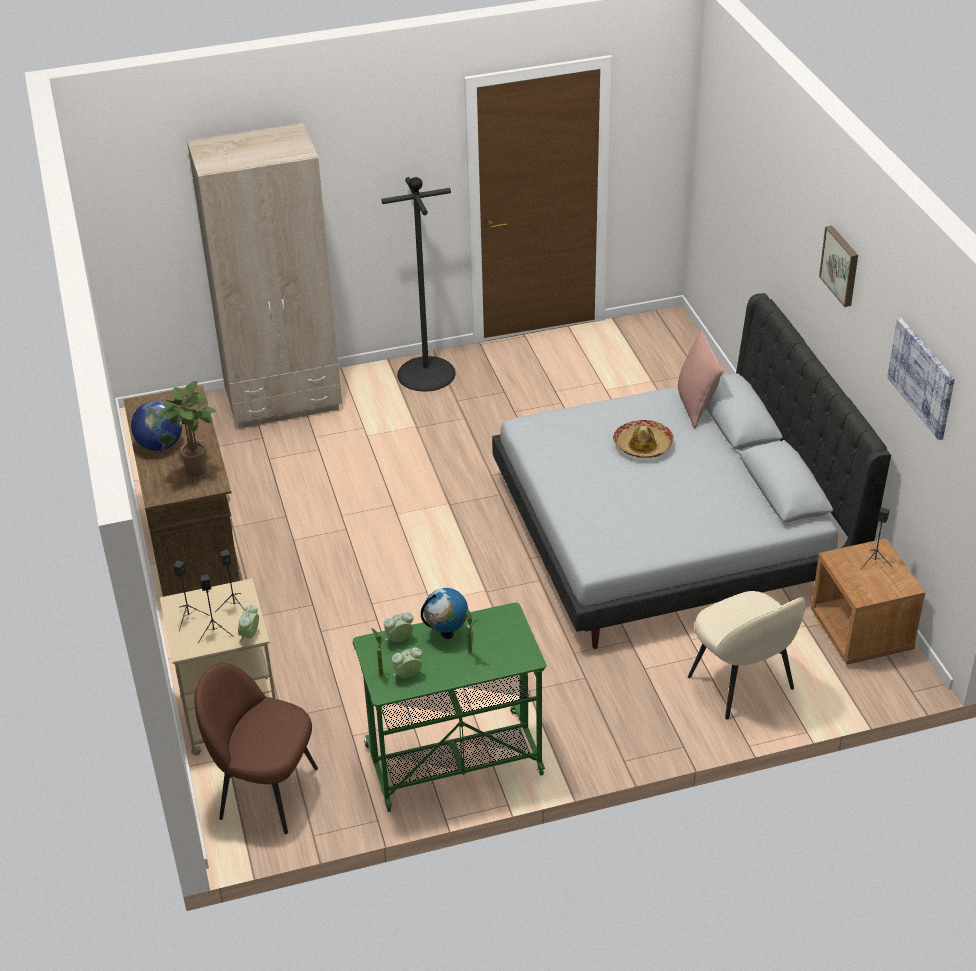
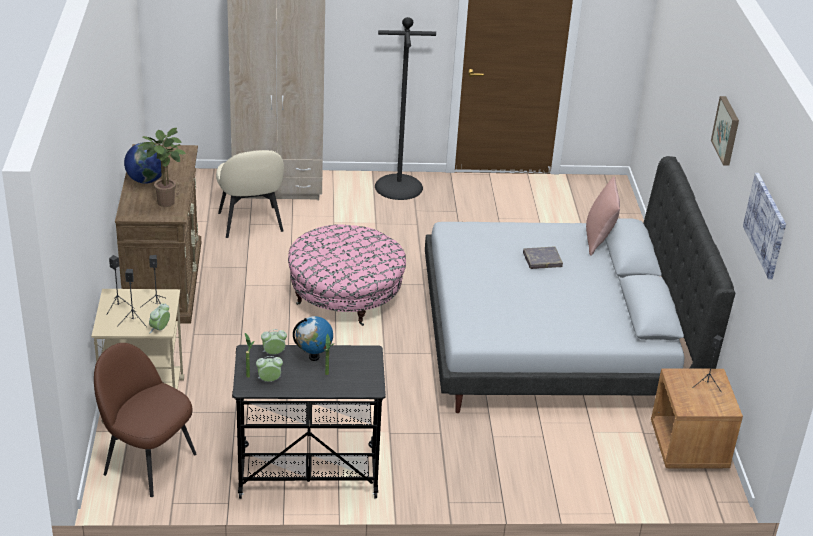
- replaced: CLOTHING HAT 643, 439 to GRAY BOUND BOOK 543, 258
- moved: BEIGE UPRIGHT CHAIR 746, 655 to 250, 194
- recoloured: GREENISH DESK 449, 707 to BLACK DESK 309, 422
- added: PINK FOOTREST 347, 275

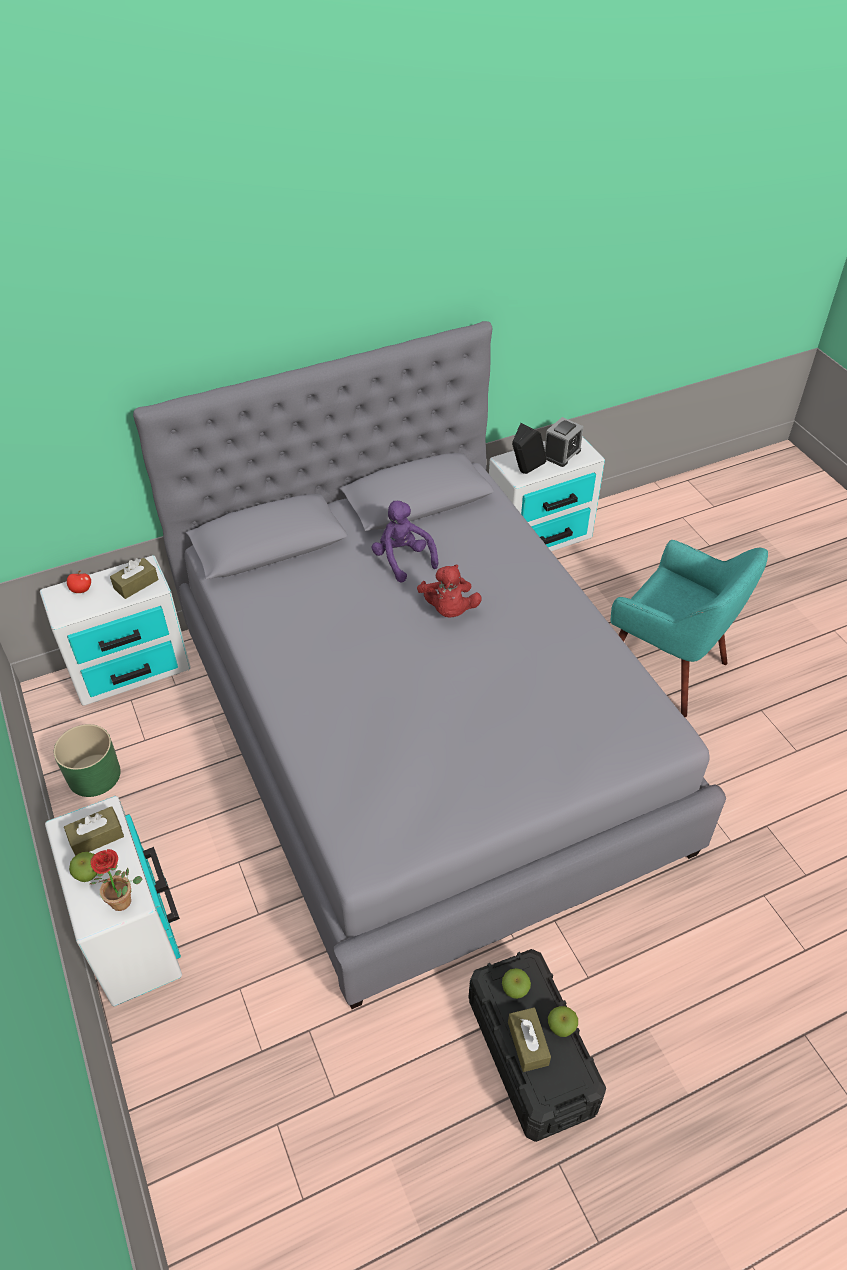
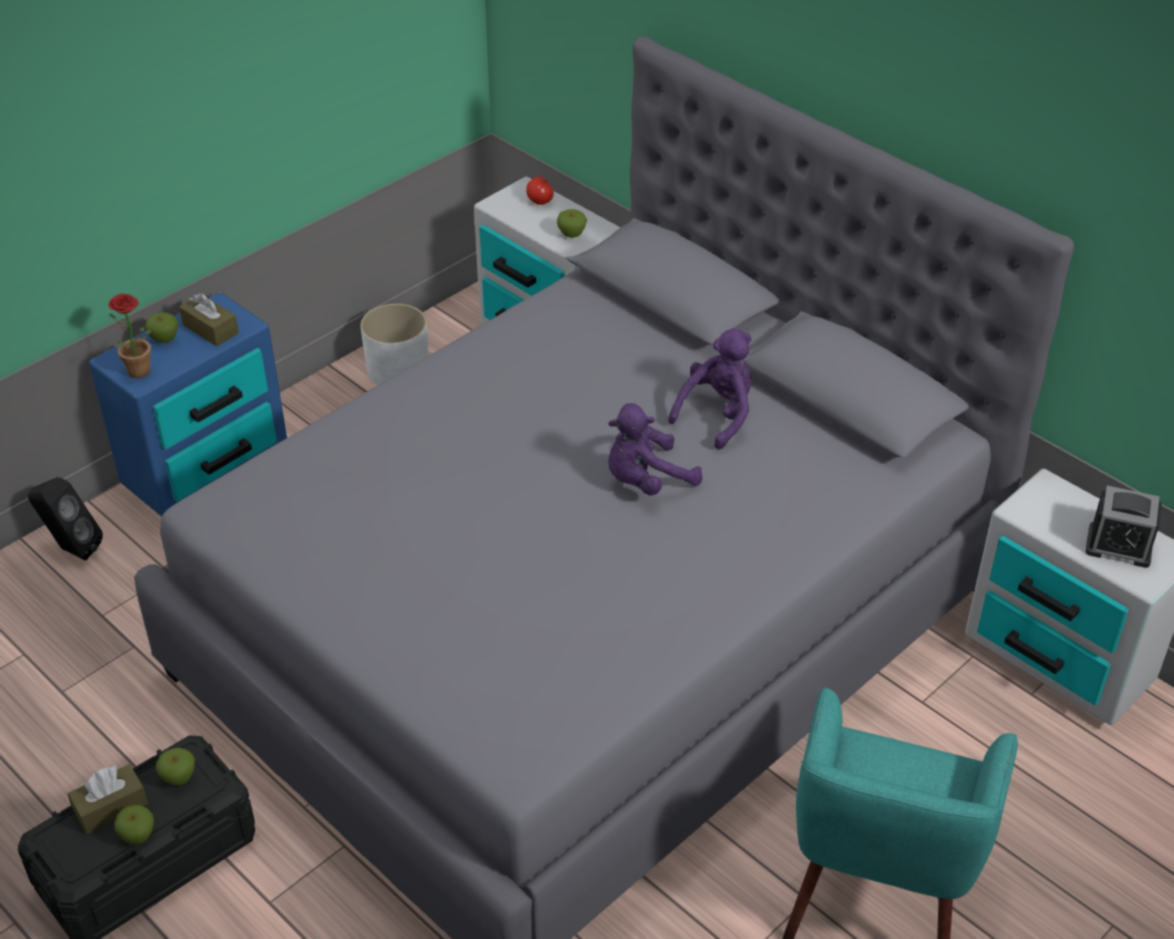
- moved: BLACK LOUDSPEAKER 529, 448 to 65, 518
- replaced: BROWN TISSUE HOLDER 134, 578 to APPLE 572, 223
- recoloured: RED-COLOURED PLUSH TOY 449, 591 to PURPLE PLUSH TOY 655, 449
- recoloured: GREENISH FLOWER POT 87, 760 to WHITISH FLOWER POT 395, 344
- recoloured: WHITISH NIGHTSTAND 113, 901 to BLUISH NIGHTSTAND 188, 404

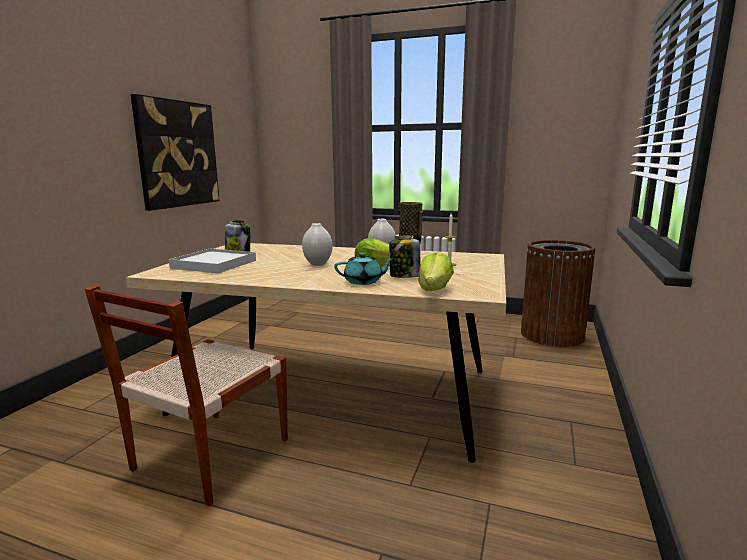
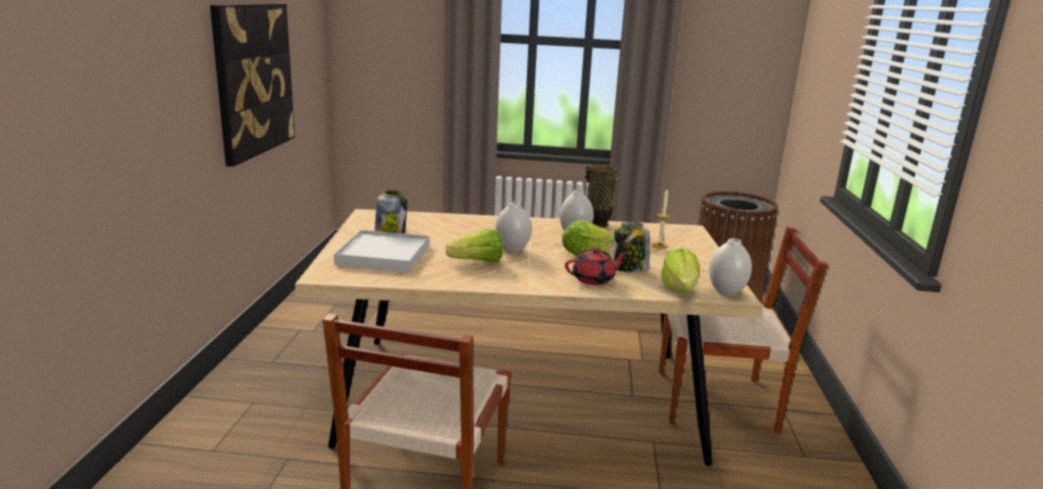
- recoloured: BLUE-GREEN POT FOR TEA 364, 269 to RED-COLOURED POT FOR TEA 596, 266
- added: UPRIGHT CHAIR 743, 330
- added: LETTUCE 474, 246
- added: WHITISH DECORATIVE VASE 730, 267

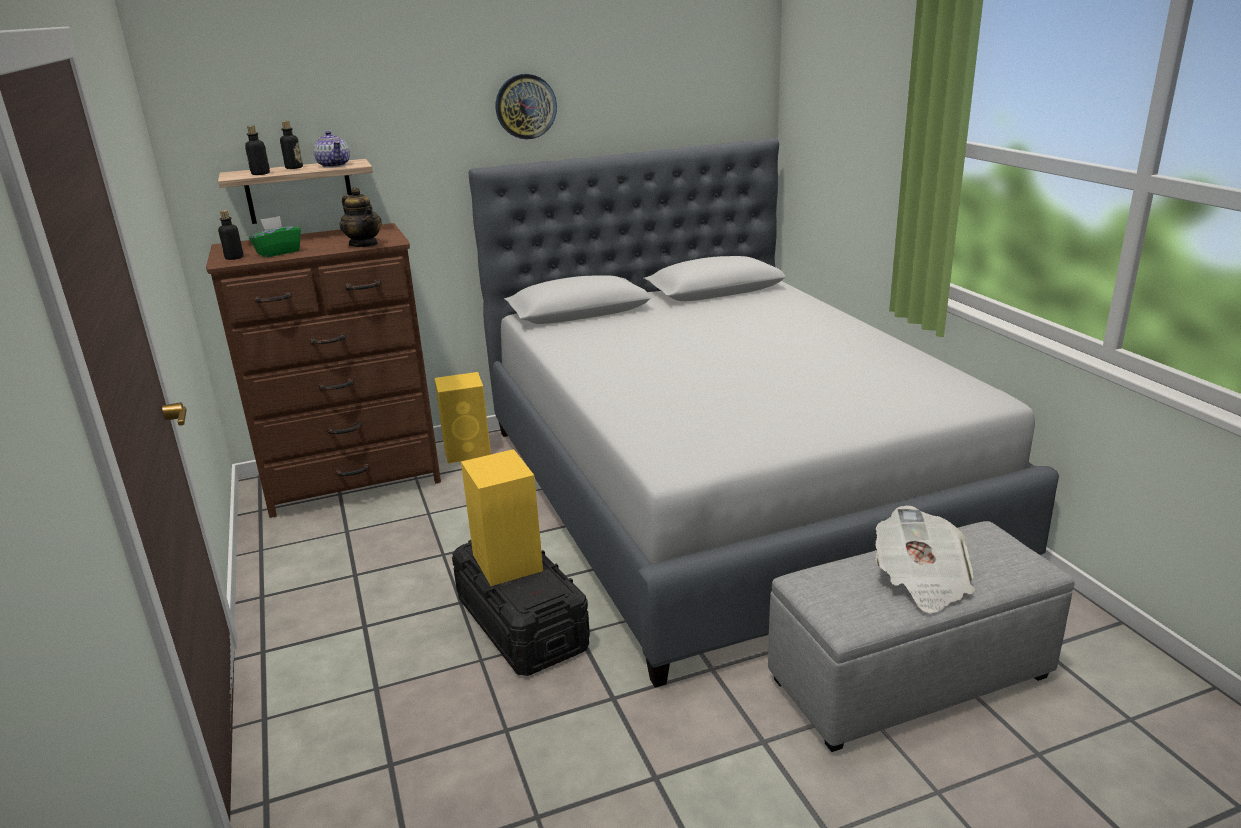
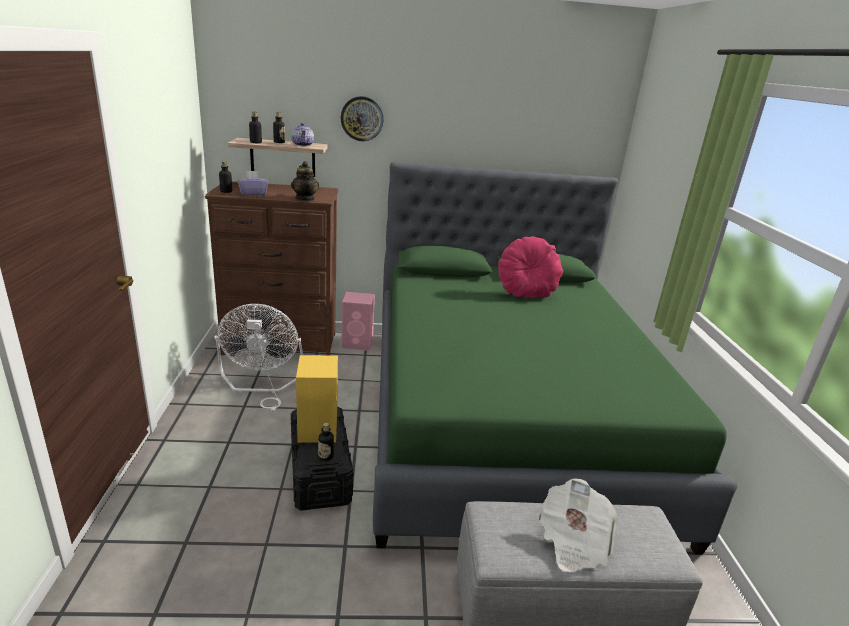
- moved: HANGING CLOCK 526, 107 to 362, 118
- recoloured: GRAY SLEEPING BED 764, 413 to GREENISH SLEEPING BED 555, 358
- recoloured: GREENISH TISSUE HOLDER 275, 236 to PURPLE TISSUE HOLDER 252, 183
- recoloured: YELLOW LOUDSPEAKER 463, 417 to PINK LOUDSPEAKER 358, 321
- added: PINK THROW PILLOW 530, 267
- added: WHITISH COOLING FAN 259, 358
- added: BOTTLE 326, 442

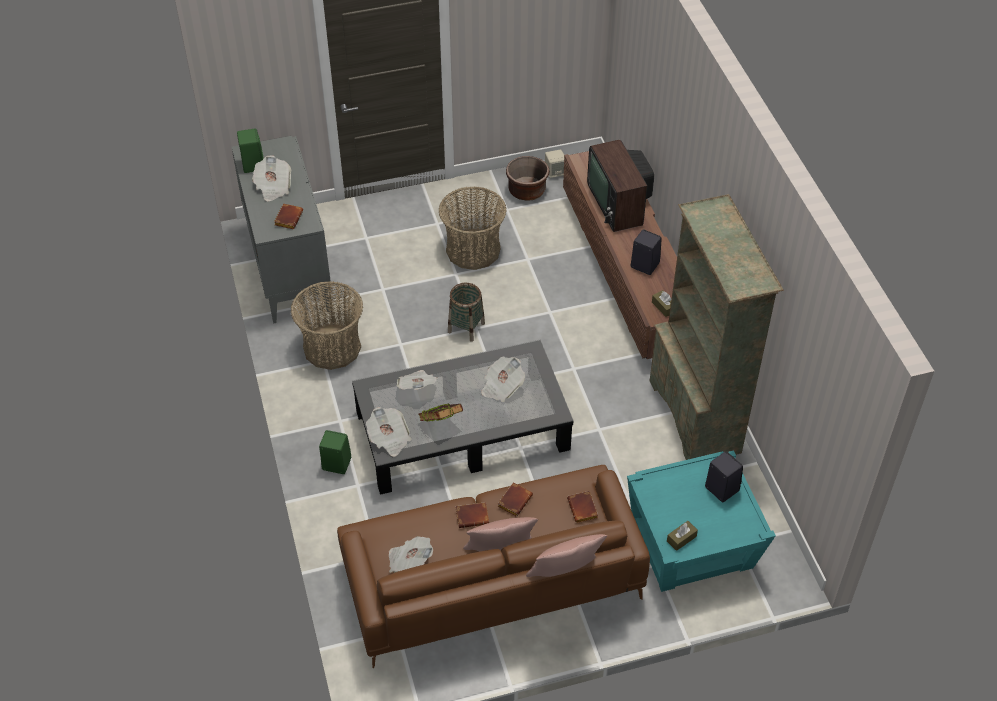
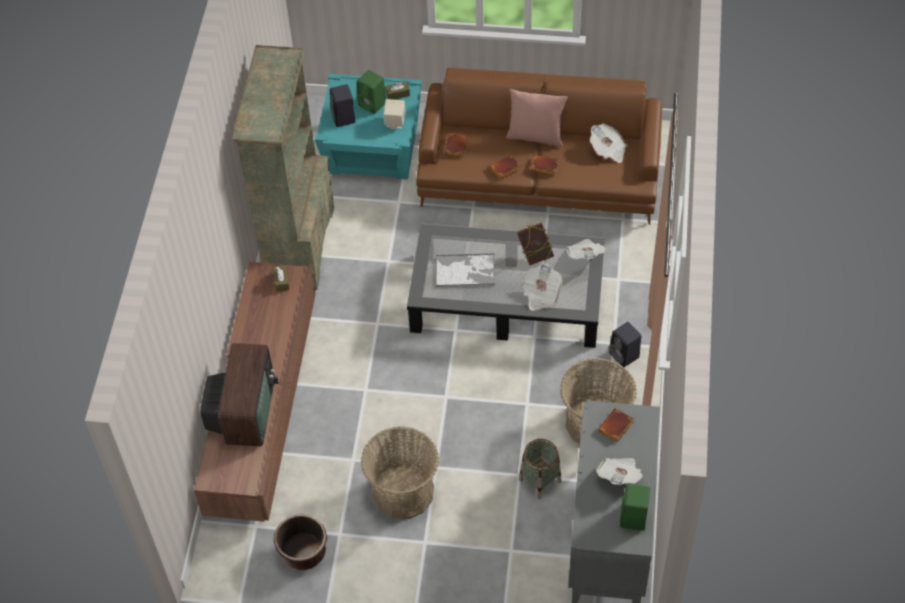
- moved: BEIGE LOUDSPEAKER 554, 163 to 394, 114
- moved: BLACK LOUDSPEAKER 646, 252 to 625, 344
- moved: HOUSEHOLD BASKET 466, 312 to 540, 469
- replaced: DAILY PAPER 503, 379 to CARRYING TRAY 465, 270
- moved: GREENISH LOUDSPEAKER 335, 452 to 371, 92
- removed: PINK THROW PILLOW 566, 555

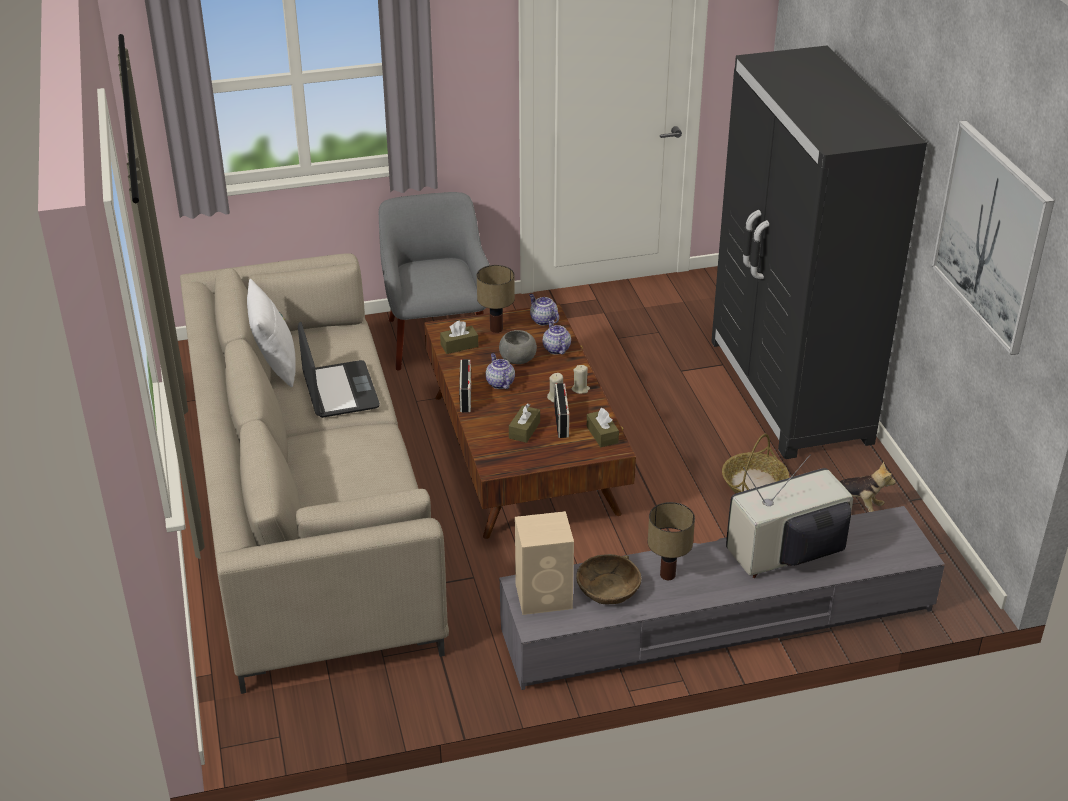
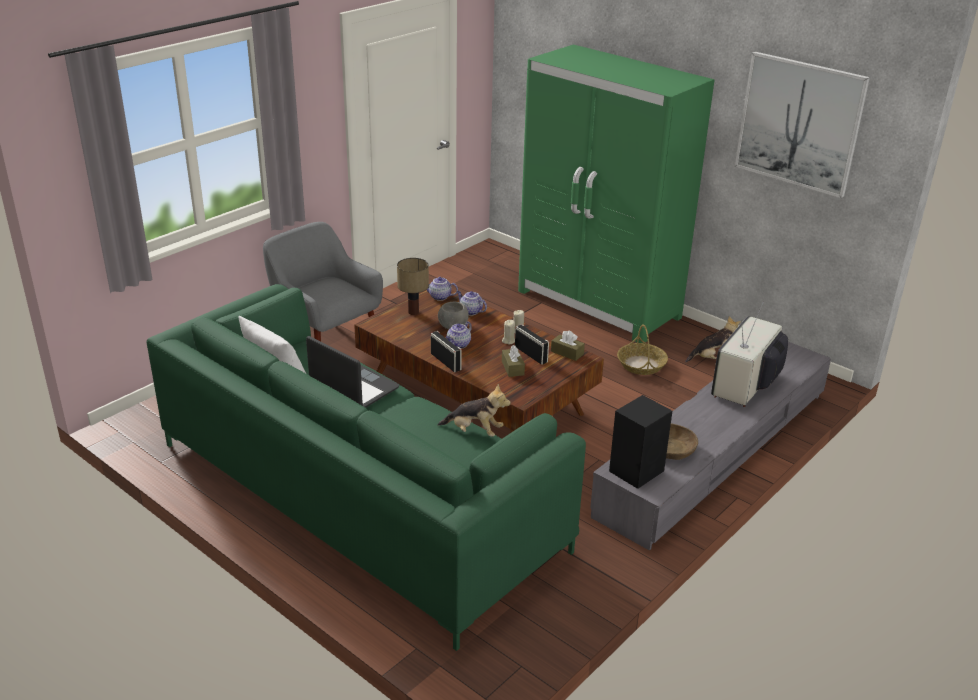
- recoloured: BLACK CUPBOARD 819, 252 to GREENISH CUPBOARD 616, 193
- recoloured: BEIGE COUCH 314, 473 to GREENISH COUCH 366, 467
- removed: BROWN TISSUE HOLDER 459, 337
- turned: POT FOR TEA 500, 371 = 459, 335 90 degrees counterclockwise
- removed: TABLE LAMP 671, 541
- recoloured: BEIGE LOUDSPEAKER 544, 563 to BLACK LOUDSPEAKER 640, 442
- added: PLUSH TOY 474, 410

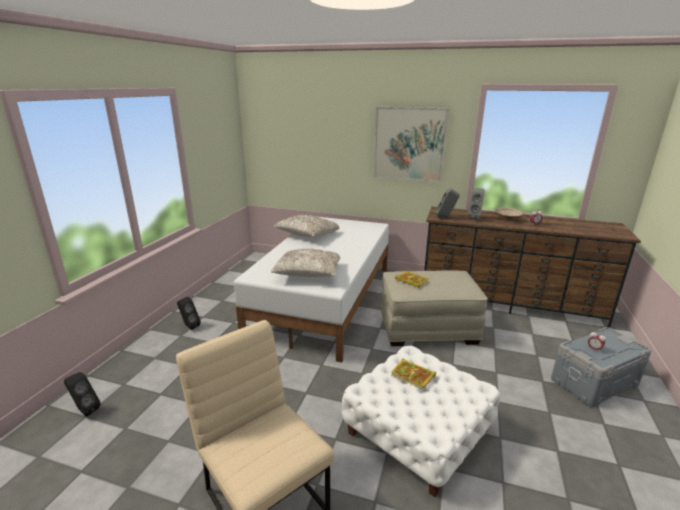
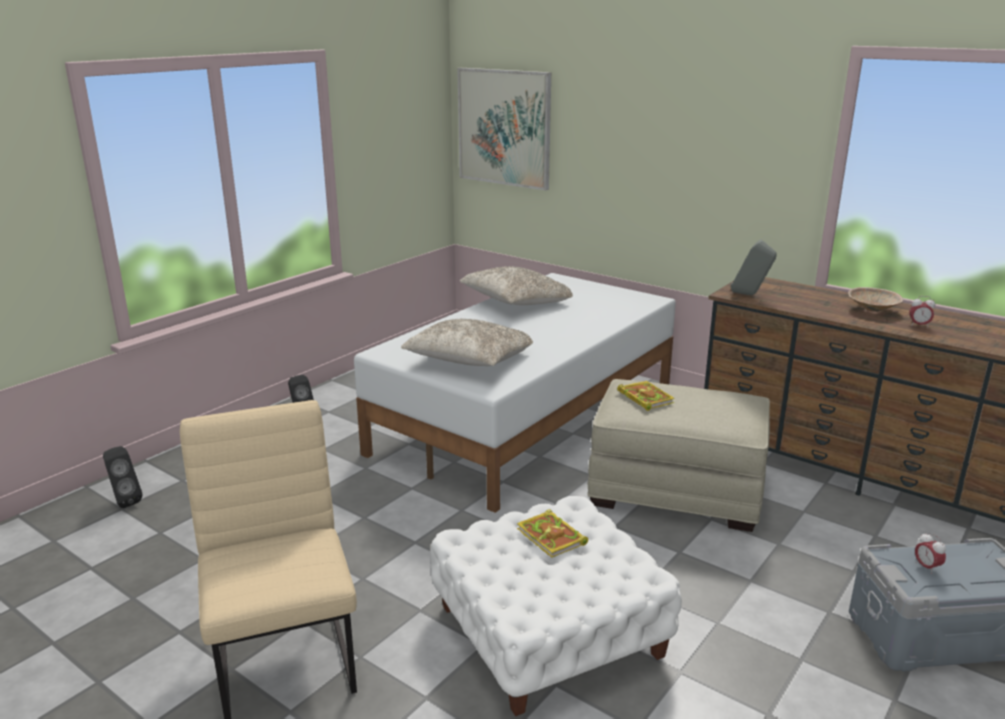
- moved: PICTURE 411, 144 to 504, 129
- removed: GRAY LOUDSPEAKER 476, 204

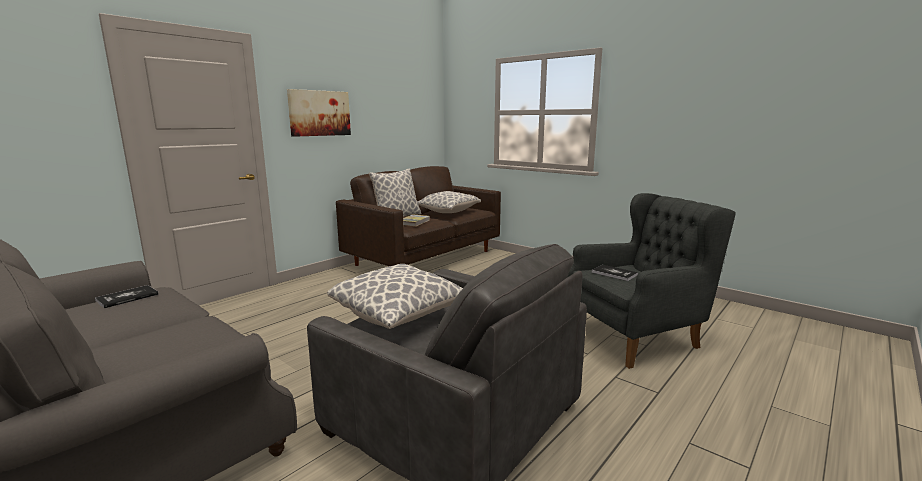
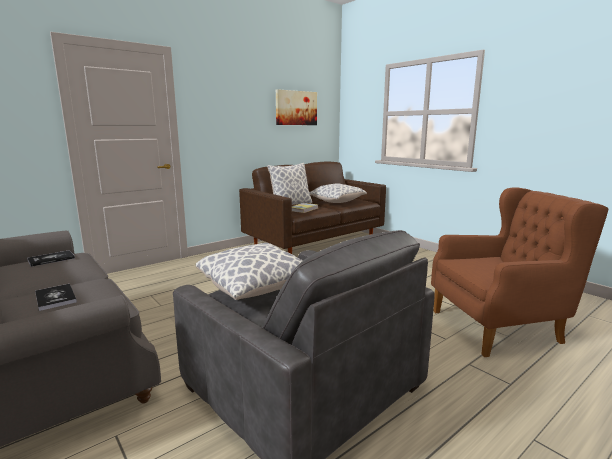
- moved: PICTURE 319, 113 to 296, 107
- recoloured: GRAY EASY CHAIR 651, 281 to BROWN EASY CHAIR 519, 272
- moved: BOUND BOOK 615, 273 to 56, 297

